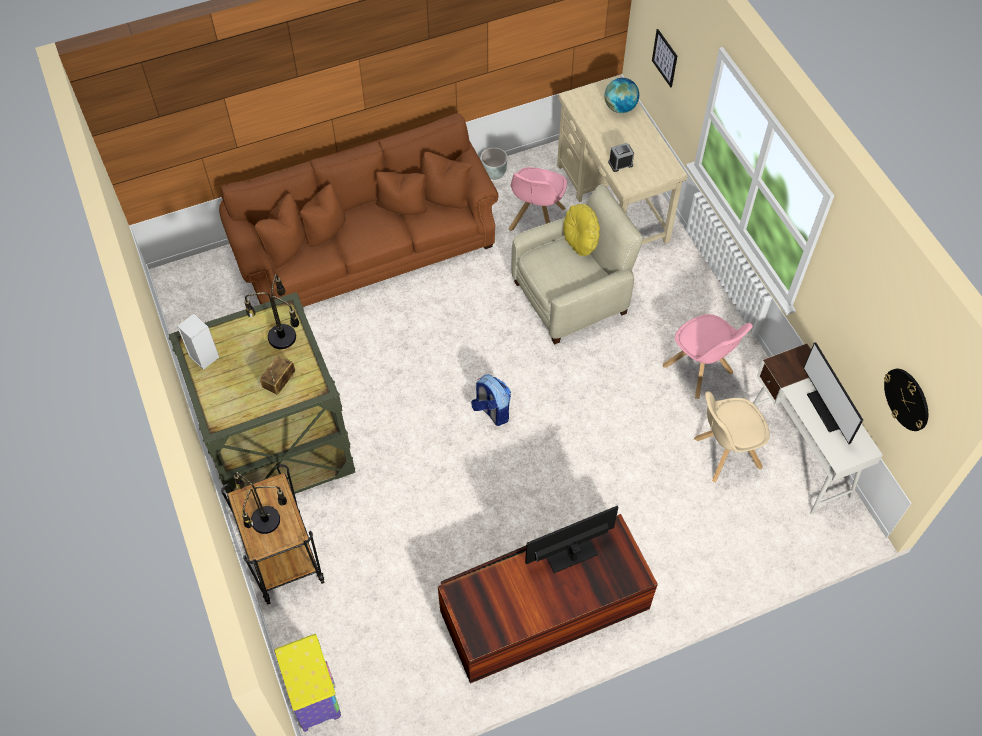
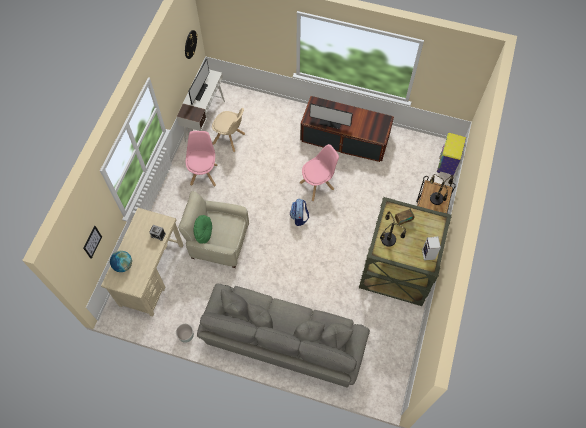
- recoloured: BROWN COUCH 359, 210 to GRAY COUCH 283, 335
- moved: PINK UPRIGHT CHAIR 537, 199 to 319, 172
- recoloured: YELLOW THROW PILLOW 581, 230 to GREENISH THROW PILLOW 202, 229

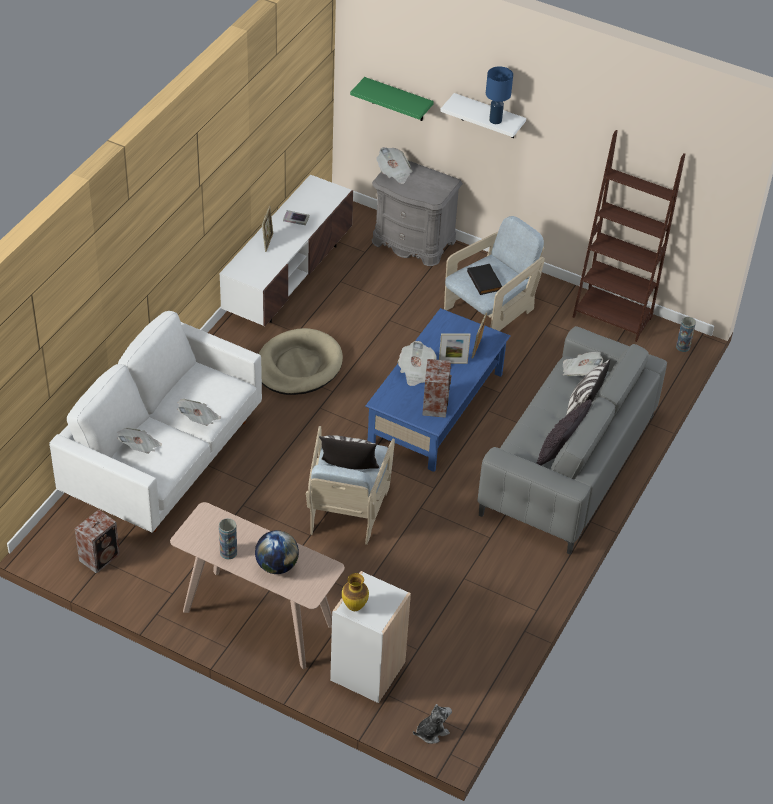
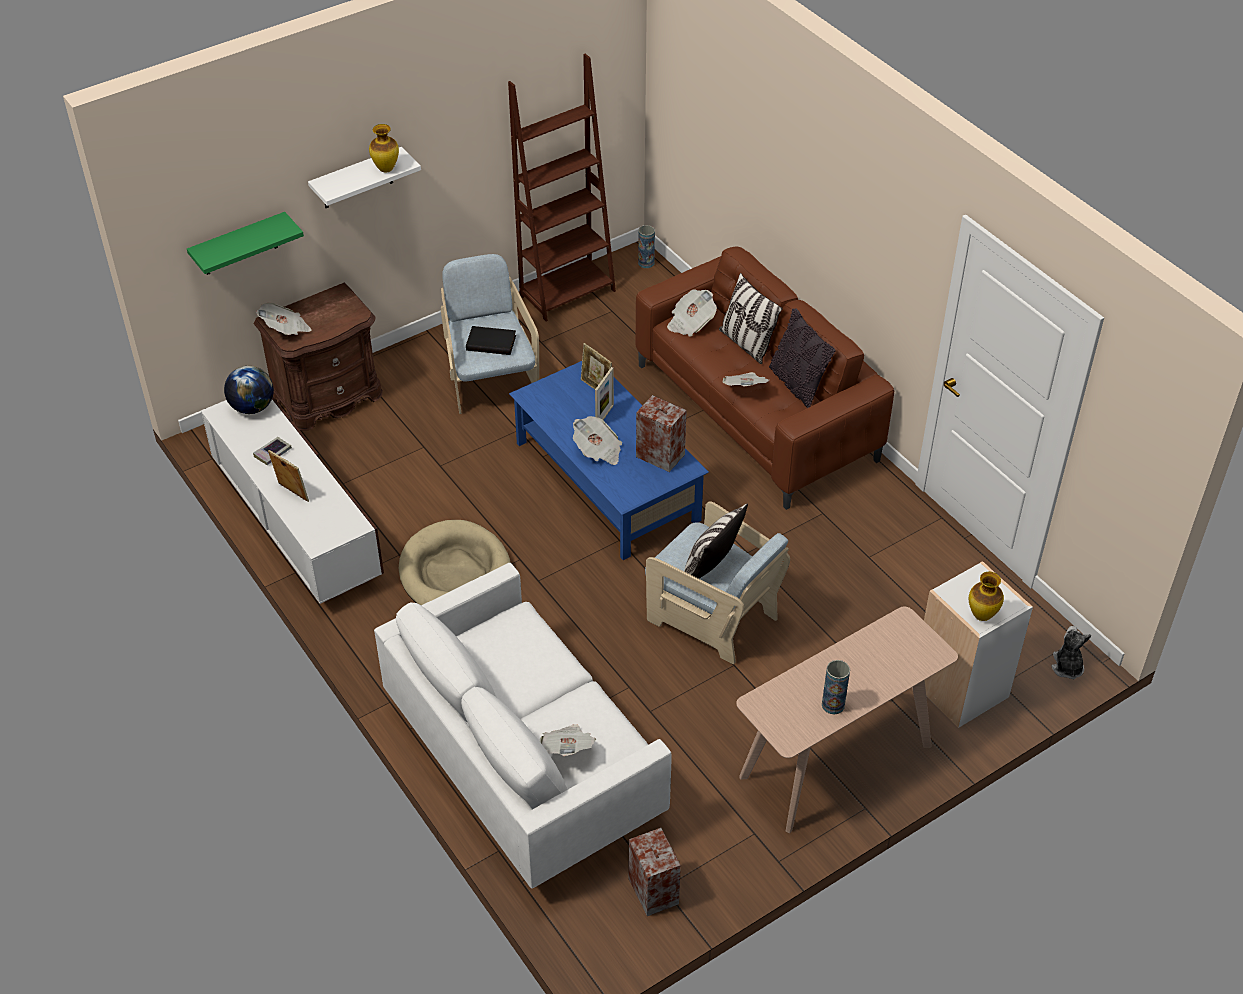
- replaced: BLUISH TABLE LAMP 499, 95 to DECORATIVE VASE 384, 148
- recoloured: GRAY NIGHTSTAND 417, 213 to BROWN NIGHTSTAND 318, 356
- recoloured: GRAY COUCH 572, 440 to BROWN COUCH 765, 378
- moved: DAILY PAPER 199, 412 to 745, 379
- moved: WORLD GLOBE 277, 552 to 249, 390

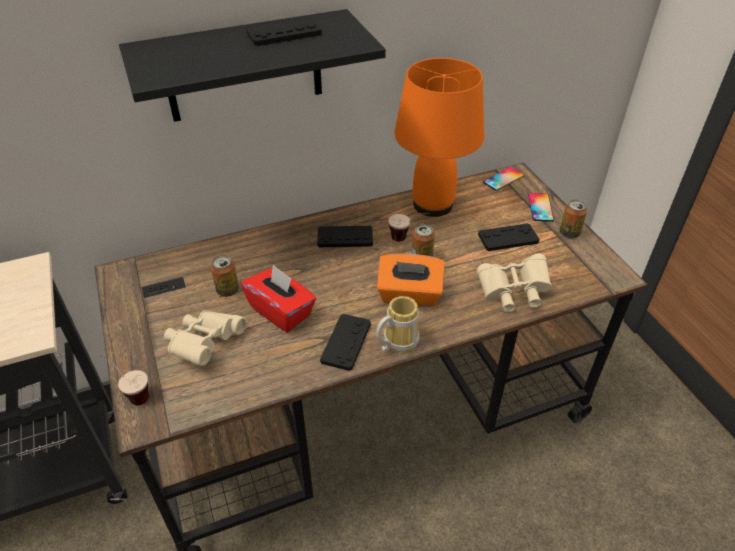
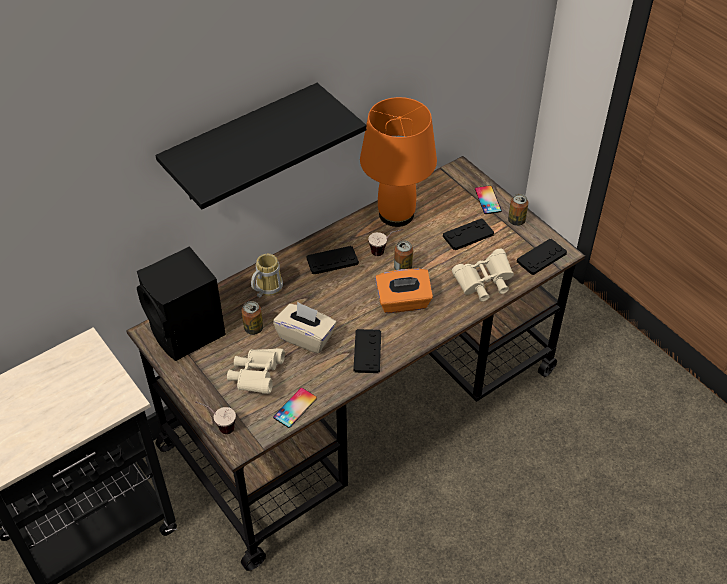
- moved: BLACK GAME CONTROLLER 284, 31 to 542, 257
- moved: TELEPHONE 503, 179 to 295, 408
- recoloured: RED-COLOURED TISSUE HOLDER 278, 298 to BEIGE TISSUE HOLDER 304, 327
- moved: COFFEE MUG 397, 324 to 267, 276
- added: BLACK LOUDSPEAKER 181, 303

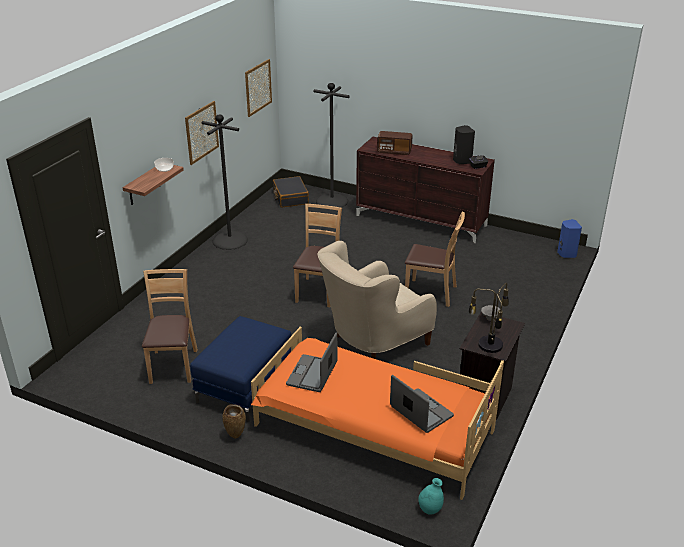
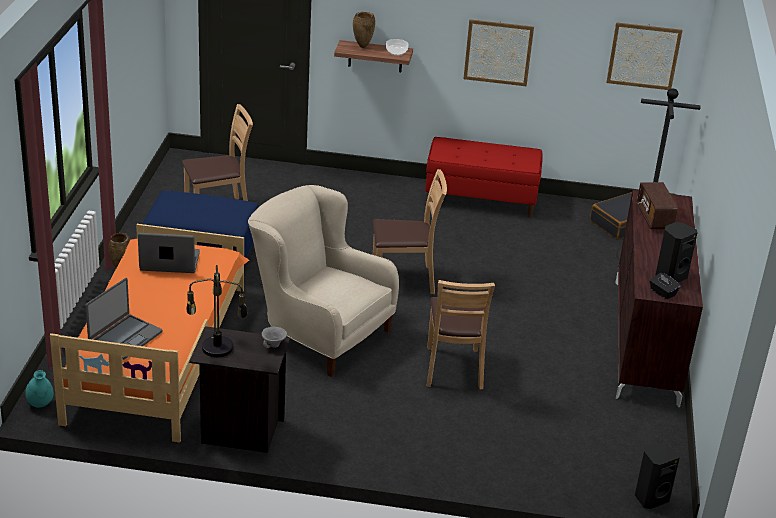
- replaced: BLACK GARMENT STAND 225, 182 to RED-COLOURED BENCH 484, 177
- recoloured: BLUISH LOUDSPEAKER 569, 238 to BLACK LOUDSPEAKER 657, 476
- added: BROWN DECORATIVE VASE 364, 30

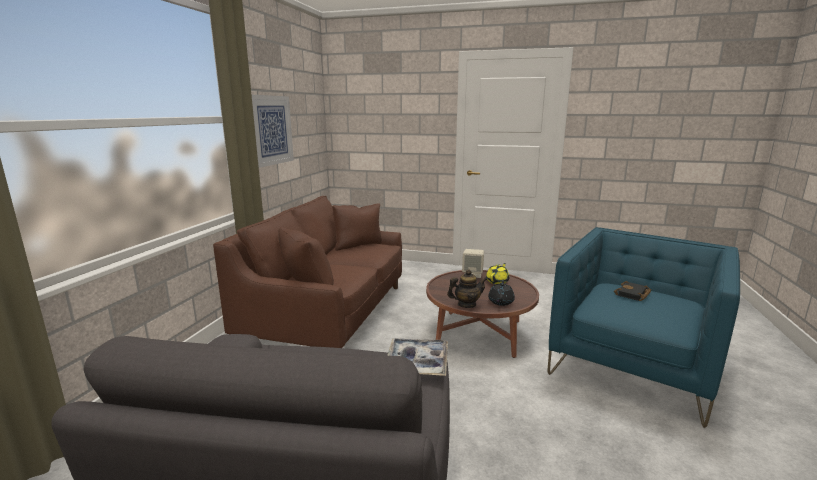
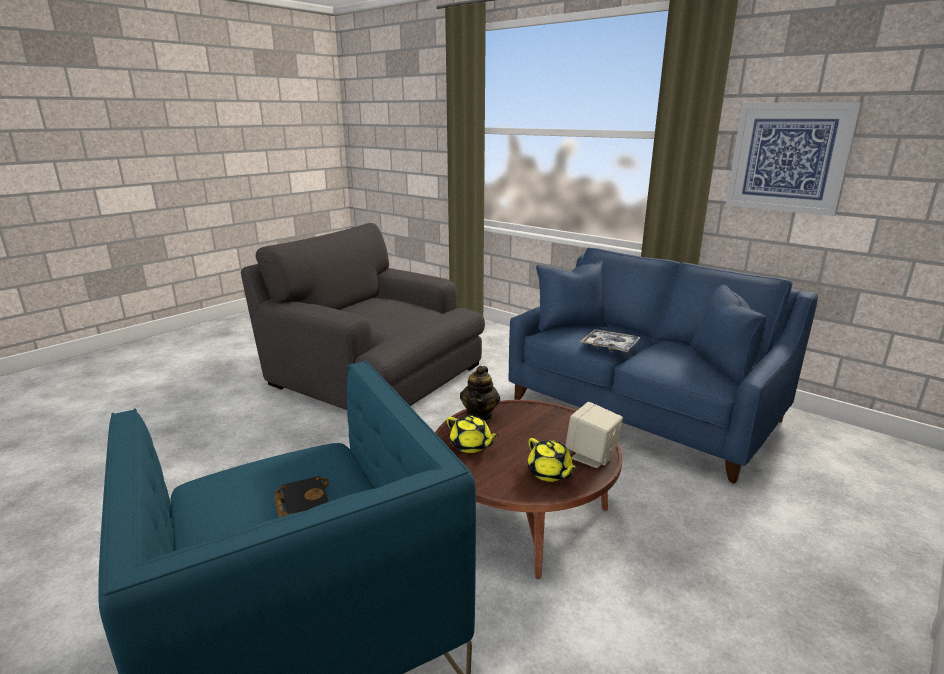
- recoloured: BROWN COUCH 307, 272 to BLUISH COUCH 663, 365
- recoloured: BLACK POT FOR TEA 501, 292 to YELLOW POT FOR TEA 473, 434
- moved: CARRYING TRAY 417, 357 to 610, 340

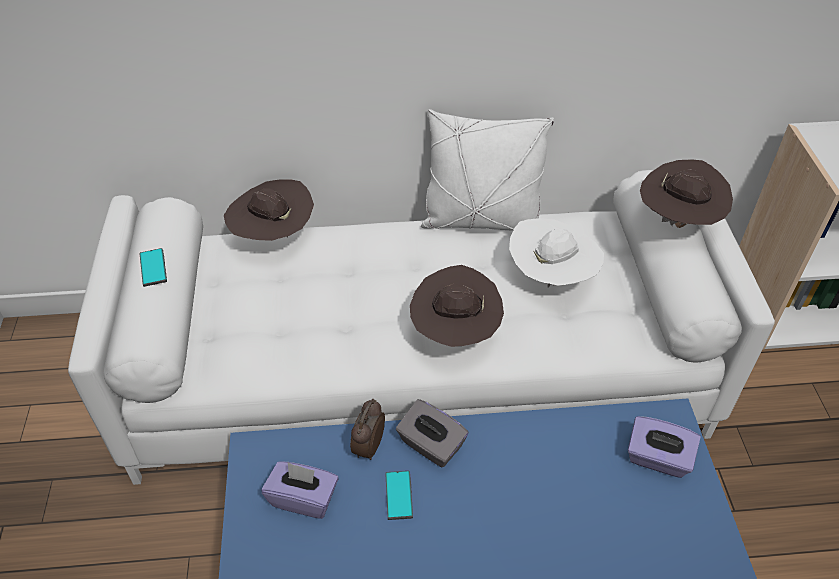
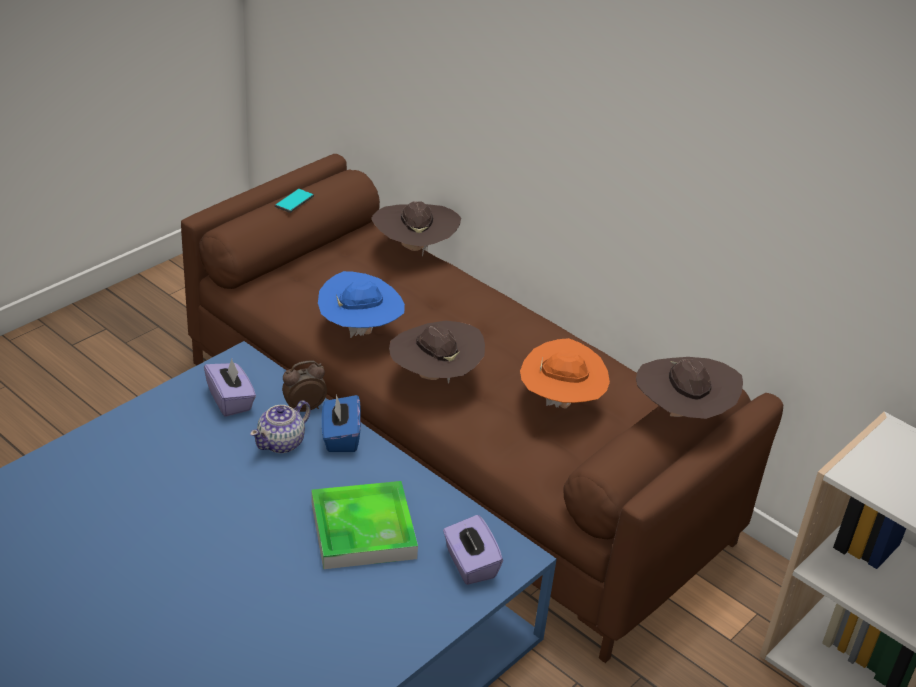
- removed: WHITISH THROW PILLOW 487, 170
- recoloured: WHITISH COUCH 421, 327 to BROWN COUCH 482, 408
- recoloured: WHITISH CLOTHING HAT 556, 252 to ORANGEY CLOTHING HAT 565, 373
- recoloured: GRAY TISSUE HOLDER 432, 433 to BLUISH TISSUE HOLDER 341, 423
- replaced: TELEPHONE 399, 495 to POT FOR TEA 280, 427
- added: BLUISH CLOTHING HAT 361, 304
- added: CARRYING TRAY 364, 525

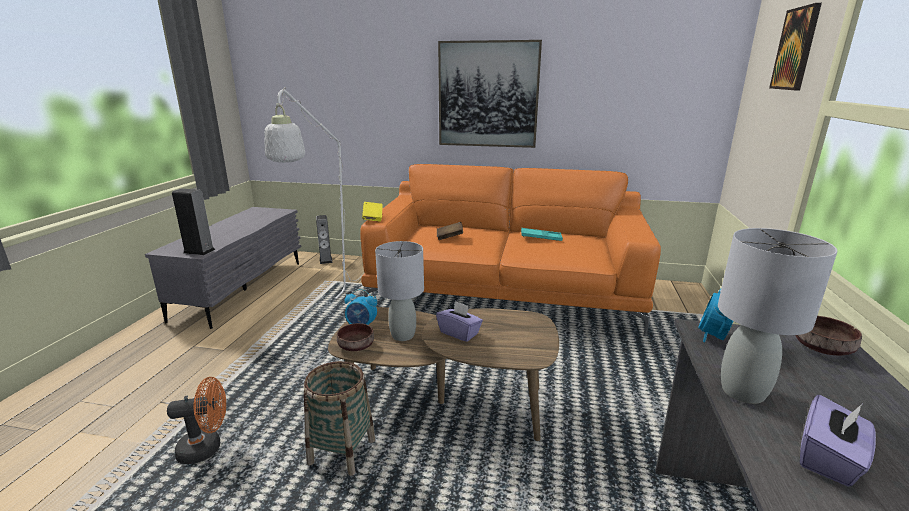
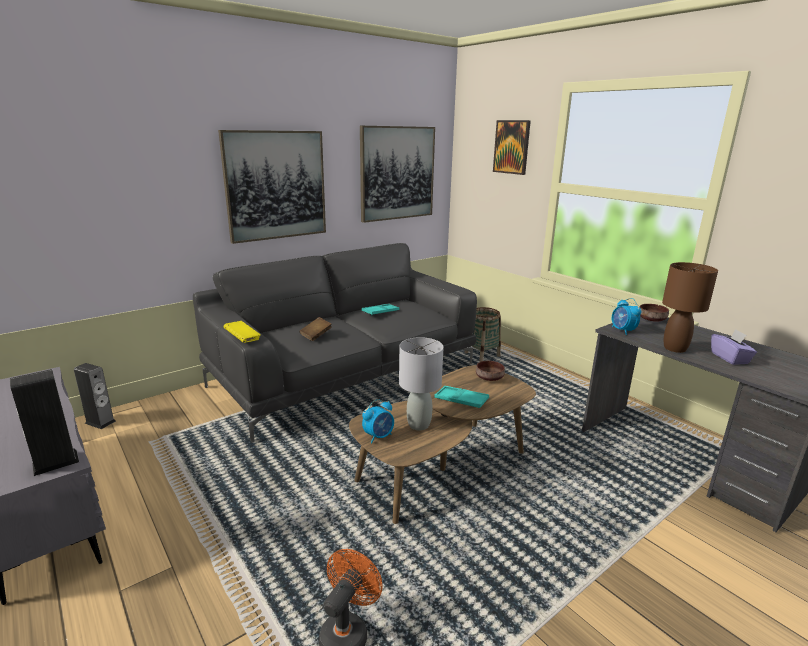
- removed: WHITISH STANDING LAMP 313, 193
- recoloured: ORANGEY COUCH 510, 250 to GRAY COUCH 335, 342
- recoloured: GRAY TABLE LAMP 778, 316 to BROWN TABLE LAMP 690, 307
- replaced: PURPLE TISSUE HOLDER 459, 321 to BLUE-GREEN CARRYING TRAY 461, 397
- moved: BROWN SERVING BOWL 355, 337 to 490, 371
- moved: HOUSEHOLD BASKET 339, 418 to 482, 334
- added: PICTURE 397, 174

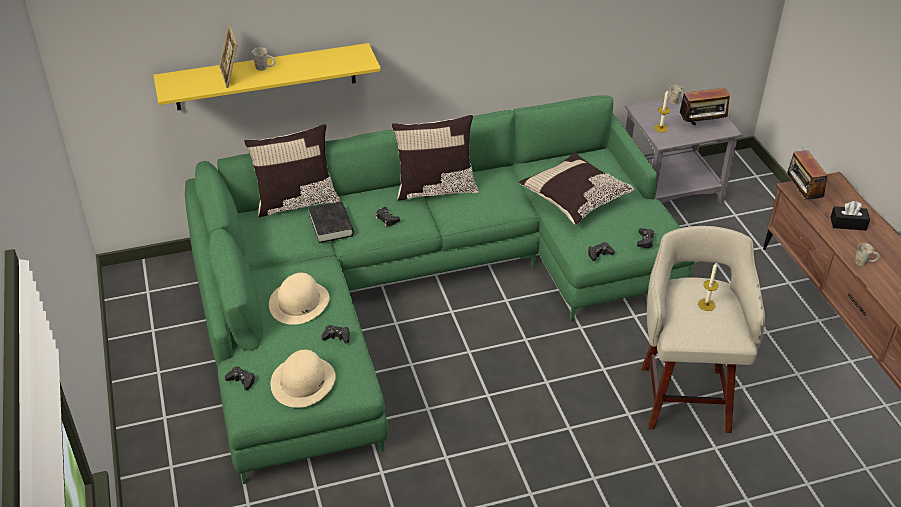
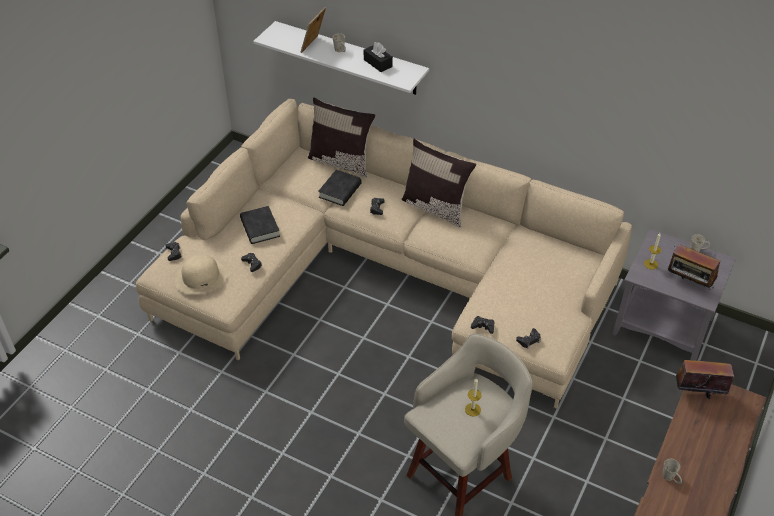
- recoloured: YELLOW WALL SHELF 267, 76 to WHITISH WALL SHELF 341, 58
- recoloured: GREENISH COUCH 440, 289 to BEIGE COUCH 384, 254
- turned: RADIO 807, 174 = 703, 377 60 degrees clockwise
- removed: THROW PILLOW 576, 189
- moved: BLACK TISSUE HOLDER 850, 216 to 378, 57
- replaced: BEIGE CLOTHING HAT 299, 299 to BLACK BOUND BOOK 260, 225

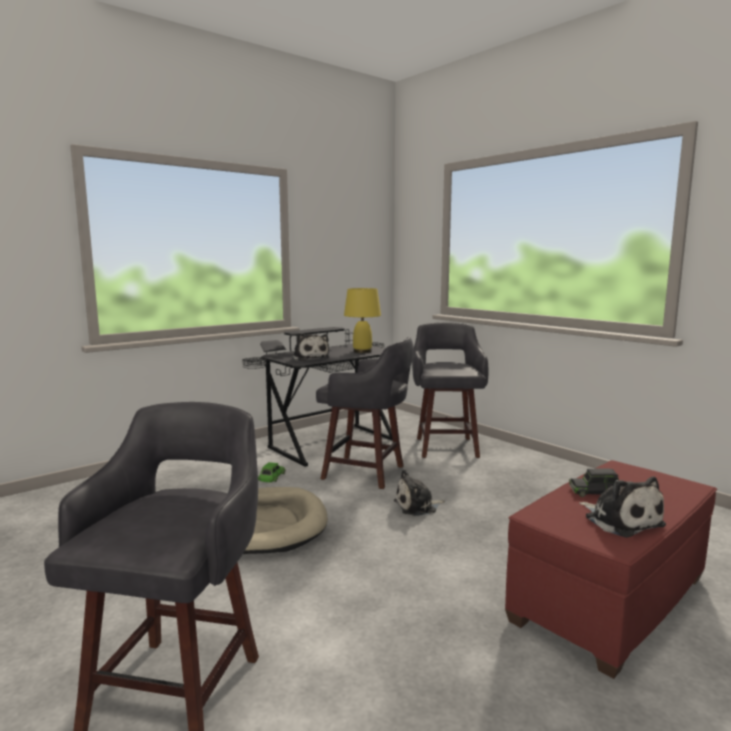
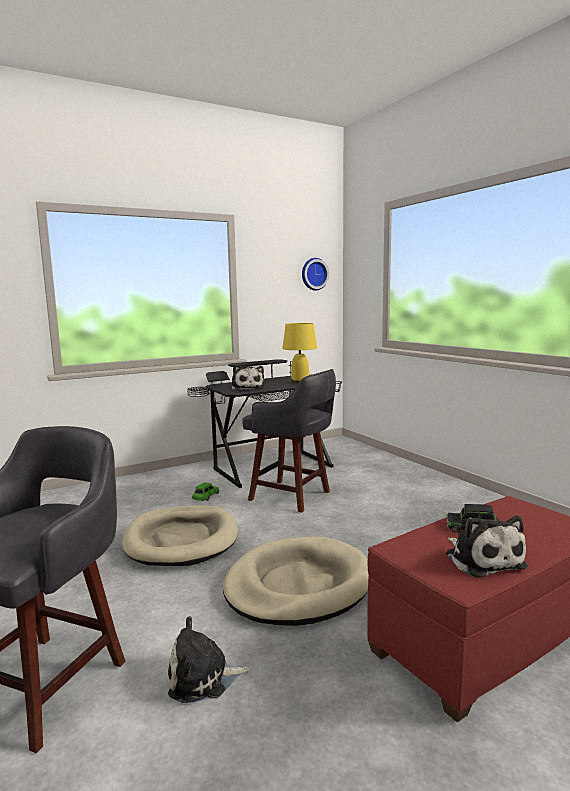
- removed: GRAY STOOL SEAT 450, 390
- moved: PLUSH TOY 419, 492 to 209, 659
- added: HANGING CLOCK 315, 274
- added: BEIGE PET BED 296, 581

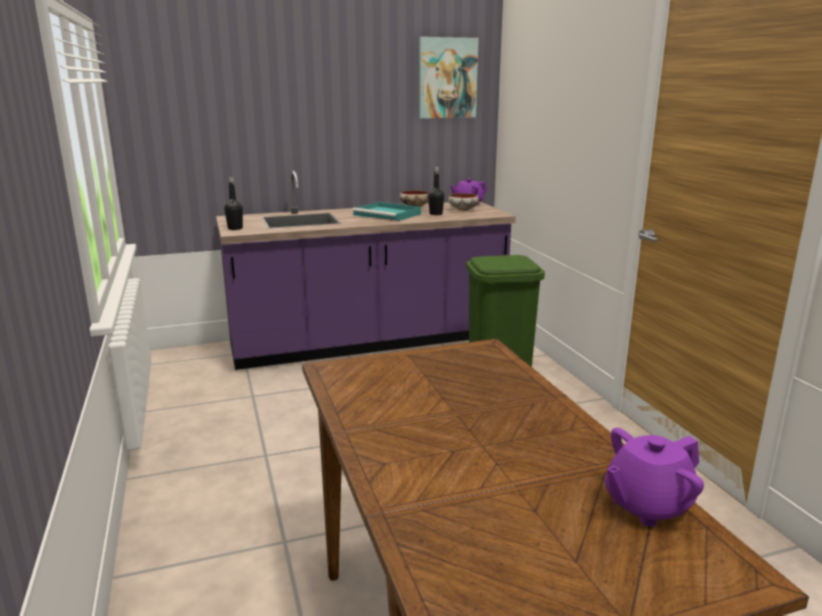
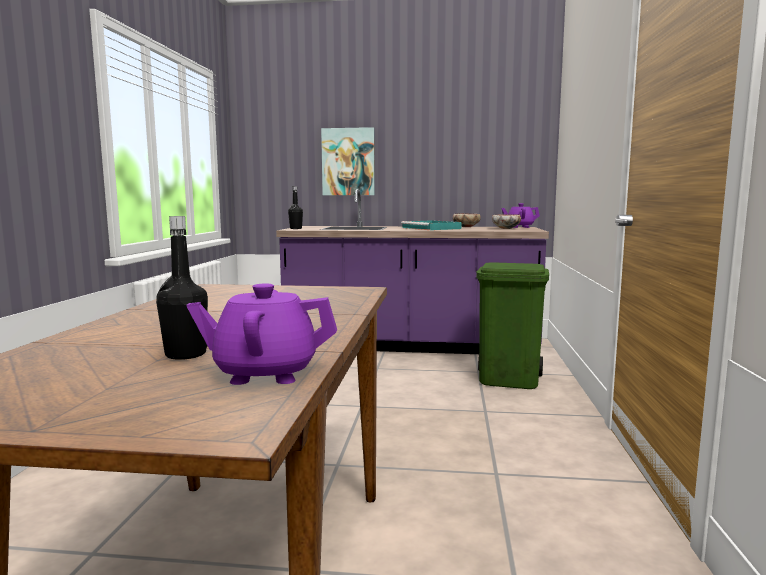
- moved: PICTURE 448, 78 to 348, 161
- moved: BLACK BOTTLE 436, 191 to 182, 288

